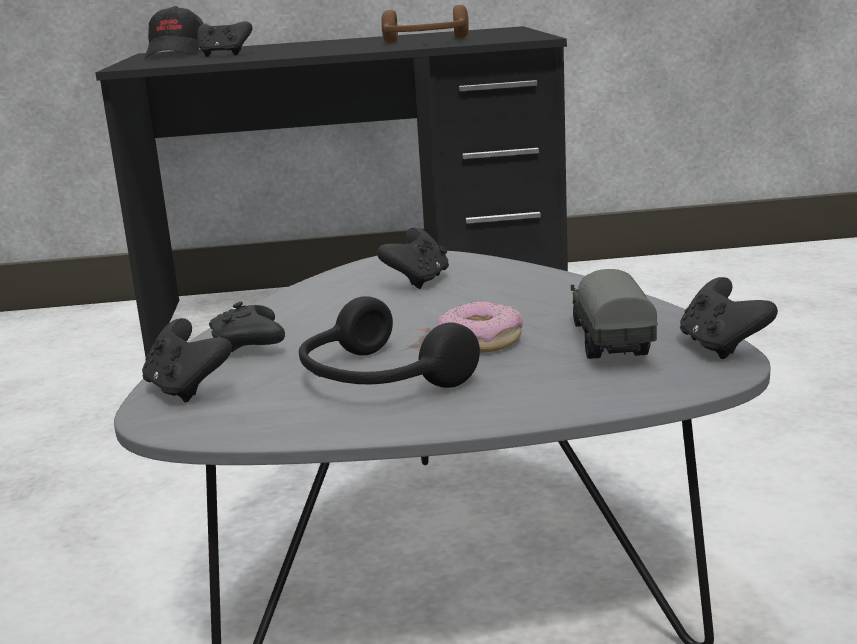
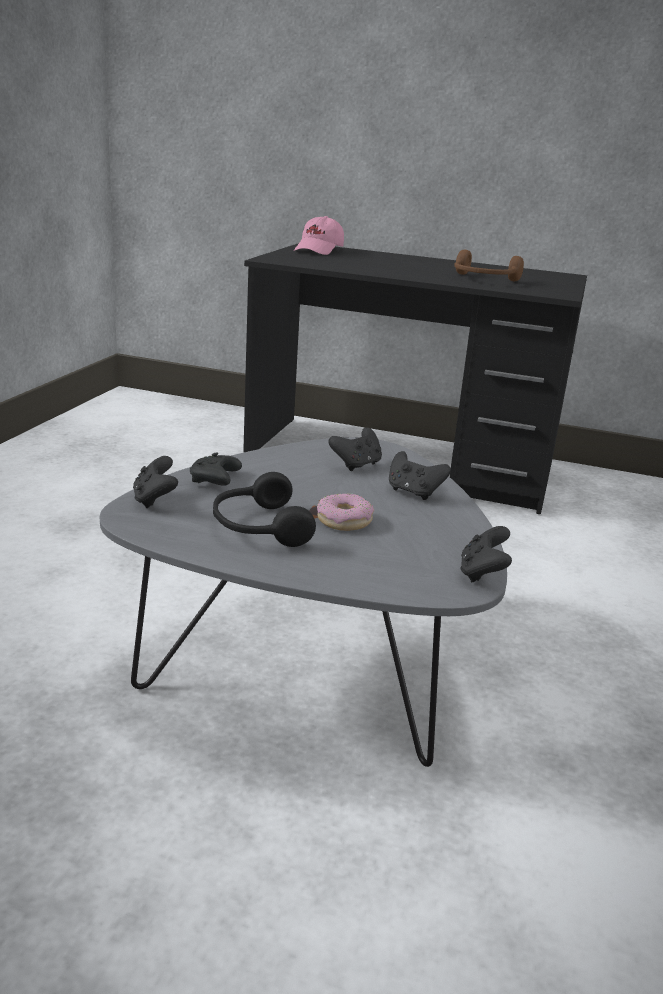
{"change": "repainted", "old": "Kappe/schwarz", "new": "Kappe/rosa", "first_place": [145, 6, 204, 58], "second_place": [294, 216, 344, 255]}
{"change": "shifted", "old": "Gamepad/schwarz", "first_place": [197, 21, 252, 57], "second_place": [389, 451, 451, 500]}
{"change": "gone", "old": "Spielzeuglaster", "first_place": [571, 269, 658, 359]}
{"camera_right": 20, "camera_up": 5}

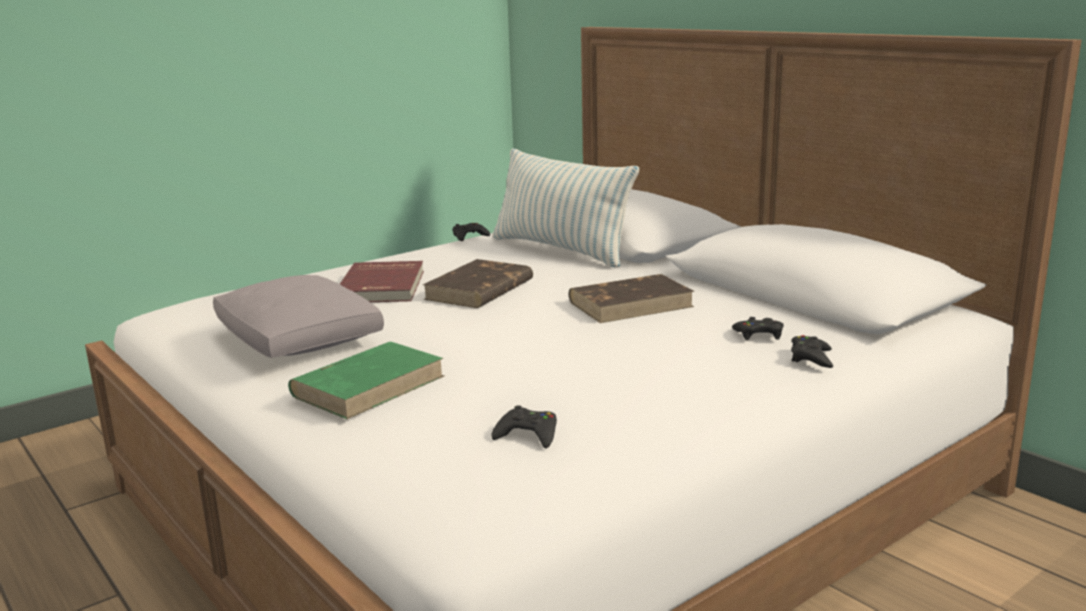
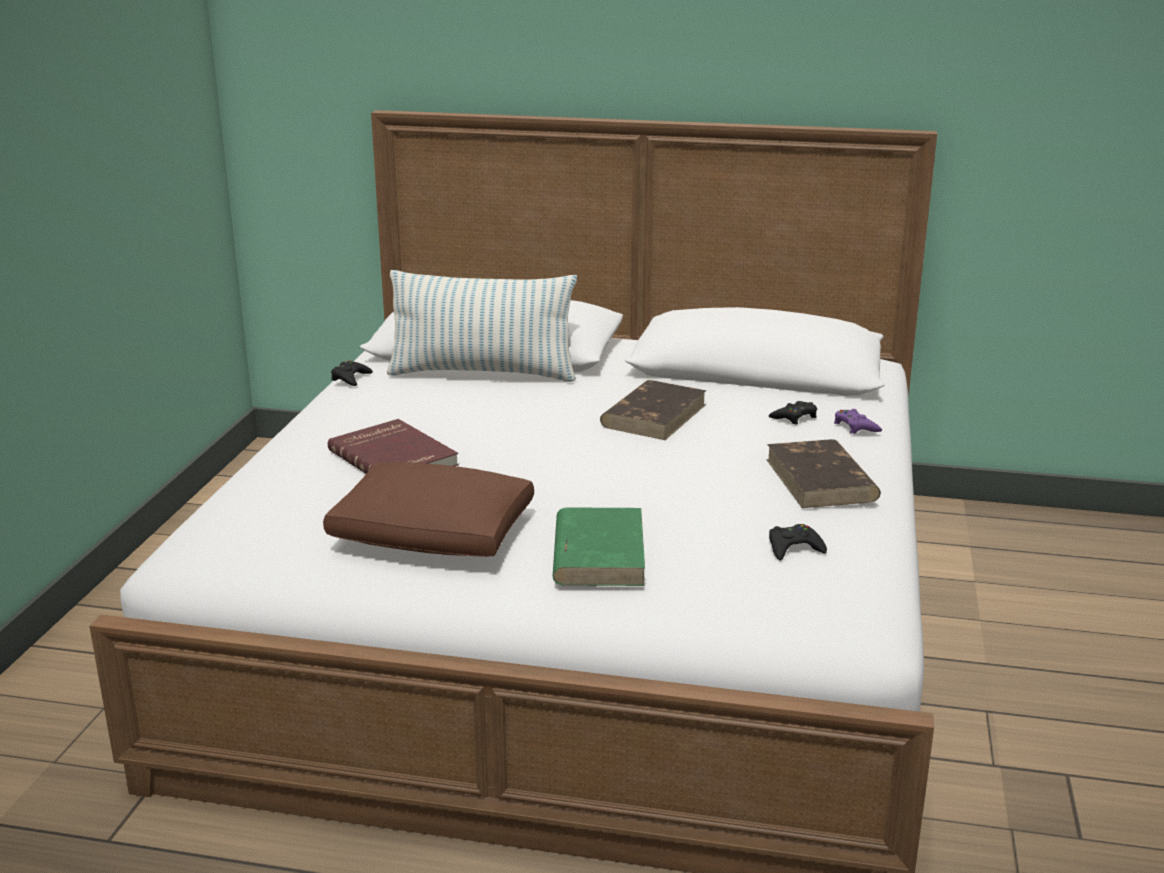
{"change": "shifted", "old": "Buch/braun", "first_place": [423, 259, 533, 308], "second_place": [766, 439, 881, 508]}
{"change": "repainted", "old": "Kissen/grau", "new": "Kissen/braun", "first_place": [213, 275, 384, 358], "second_place": [323, 462, 534, 557]}
{"change": "repainted", "old": "Gamepad/schwarz", "new": "Gamepad/lila", "first_place": [791, 335, 833, 368], "second_place": [834, 409, 882, 434]}
{"camera_right": -40, "camera_up": 5}

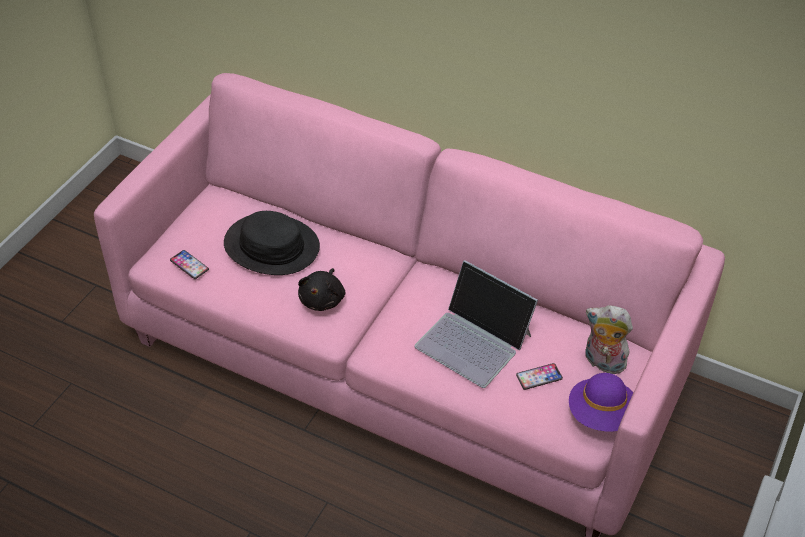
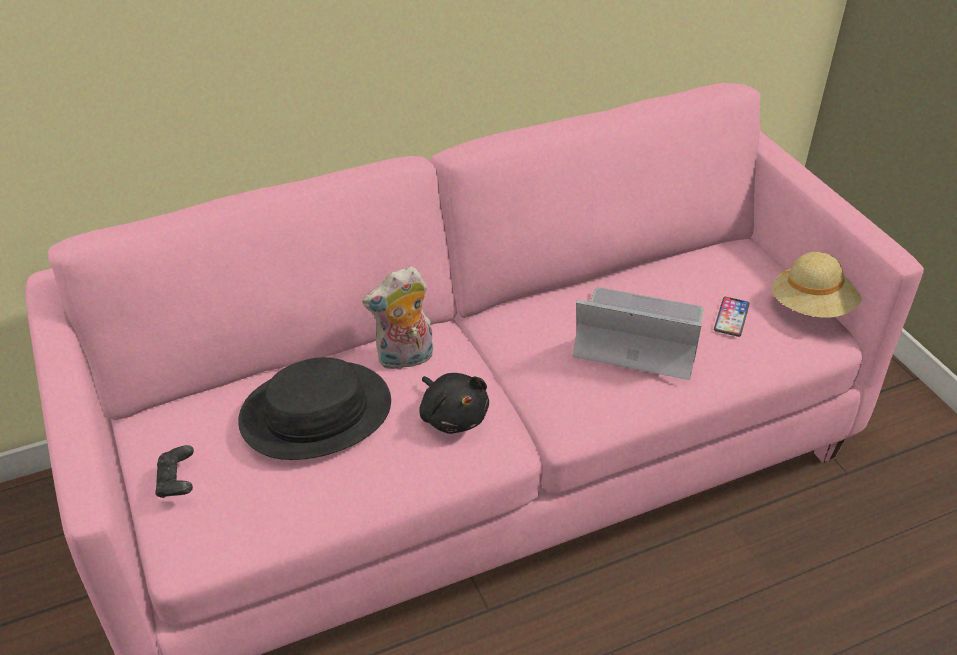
{"change": "gone", "old": "Handy", "first_place": [170, 250, 209, 279]}
{"change": "rotated", "old": "Laptop", "first_place": [414, 260, 538, 388], "second_place": [573, 287, 704, 380], "degrees": -150}
{"change": "shifted", "old": "Plüschtier", "first_place": [585, 305, 633, 374], "second_place": [363, 266, 433, 370]}
{"change": "repainted", "old": "Hut/lila", "new": "Hut/beige", "first_place": [569, 373, 633, 432], "second_place": [772, 252, 862, 318]}
{"change": "new", "new": "Gamepad/schwarz", "second_place": [155, 445, 194, 498]}
{"camera_right": -50, "camera_up": -5}

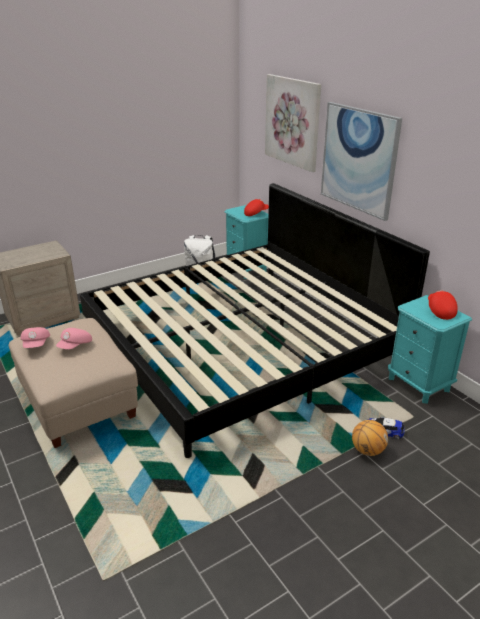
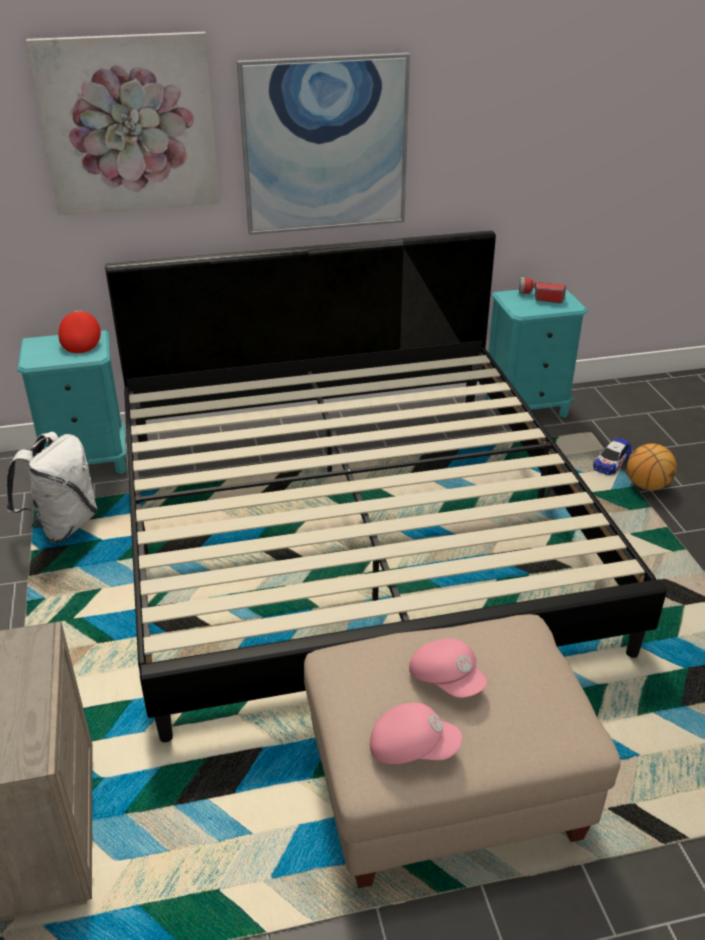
{"change": "swapped", "old": "Kappe/rot", "new": "Taschenlampe", "first_place": [428, 290, 458, 320], "second_place": [519, 277, 566, 304]}
{"camera_right": -70, "camera_up": 5}

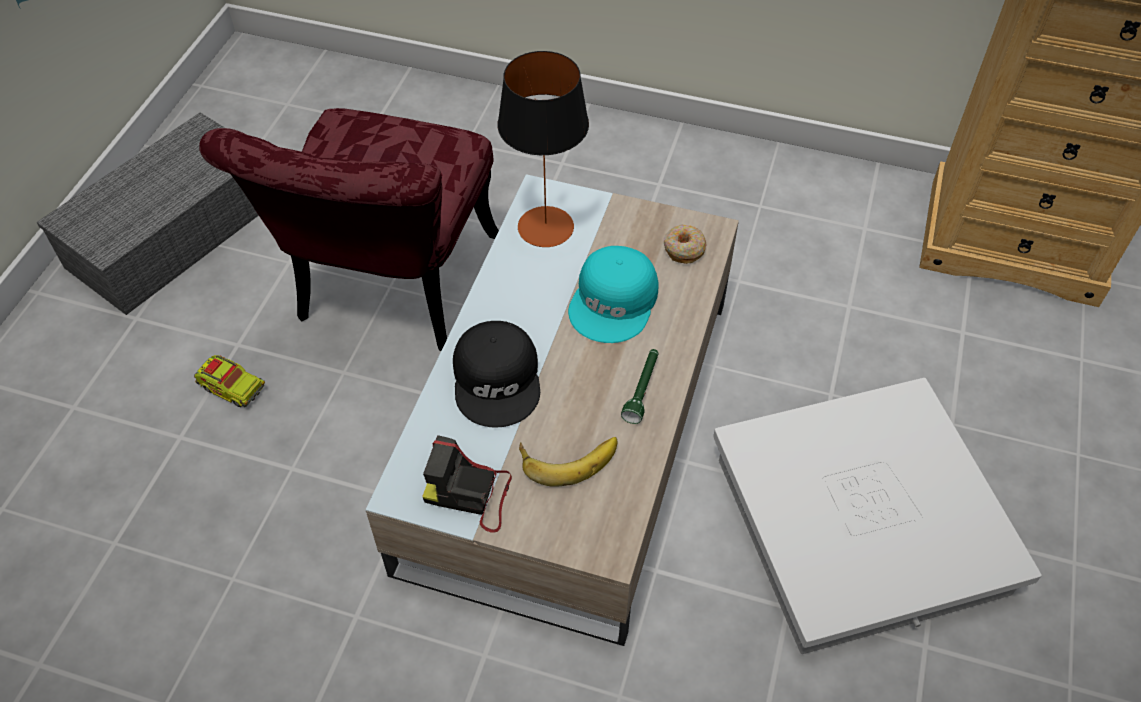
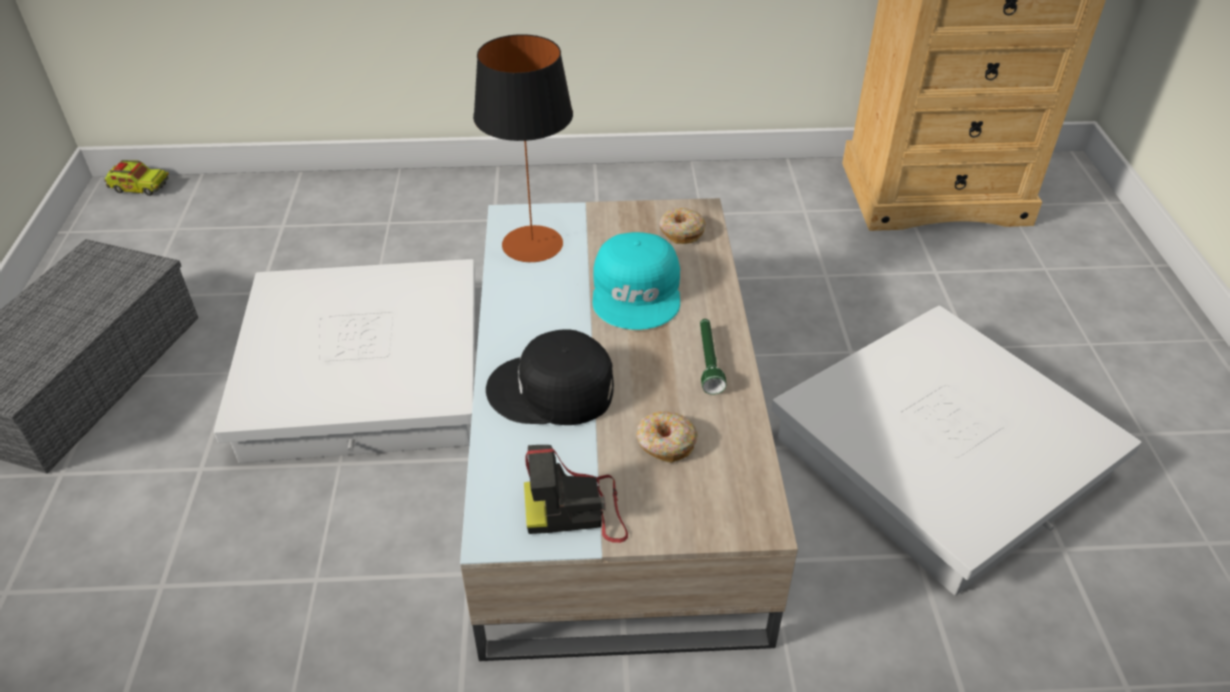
{"change": "swapped", "old": "Stuhl/rot", "new": "Aufbewahrungsbox/weiß", "first_place": [199, 108, 499, 351], "second_place": [214, 259, 475, 463]}
{"change": "rotated", "old": "Kappe/schwarz", "first_place": [453, 321, 540, 428], "second_place": [486, 329, 614, 425], "degrees": 120}
{"change": "shifted", "old": "Spielzeuglaster", "first_place": [194, 355, 265, 407], "second_place": [104, 160, 169, 196]}
{"change": "swapped", "old": "Banane", "new": "Donut", "first_place": [519, 437, 618, 487], "second_place": [637, 411, 698, 463]}
{"camera_right": -20, "camera_up": -10}

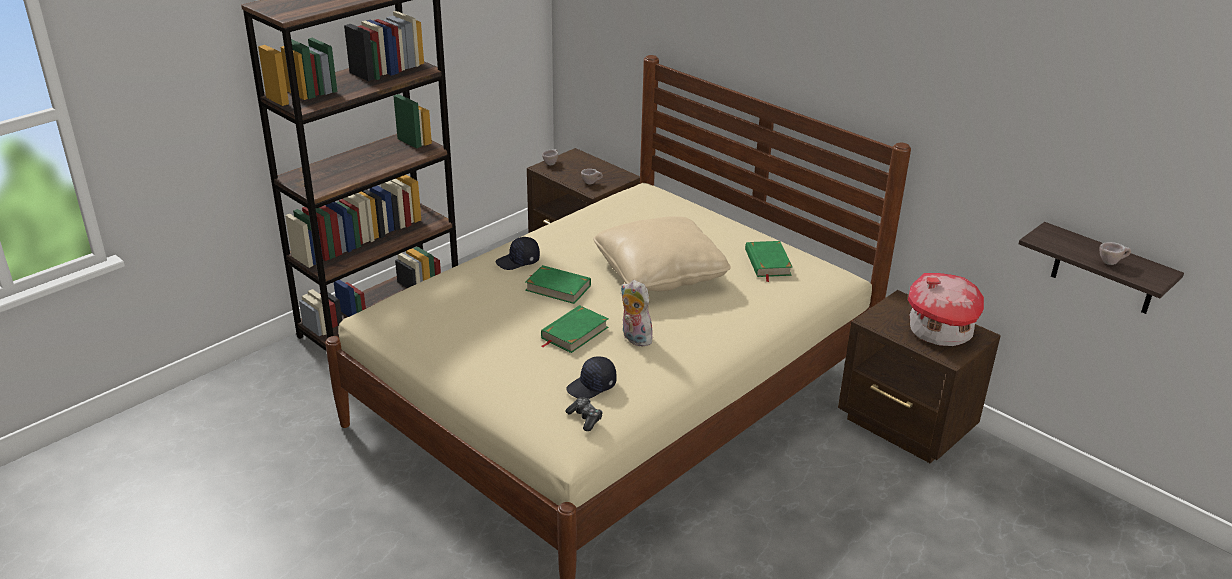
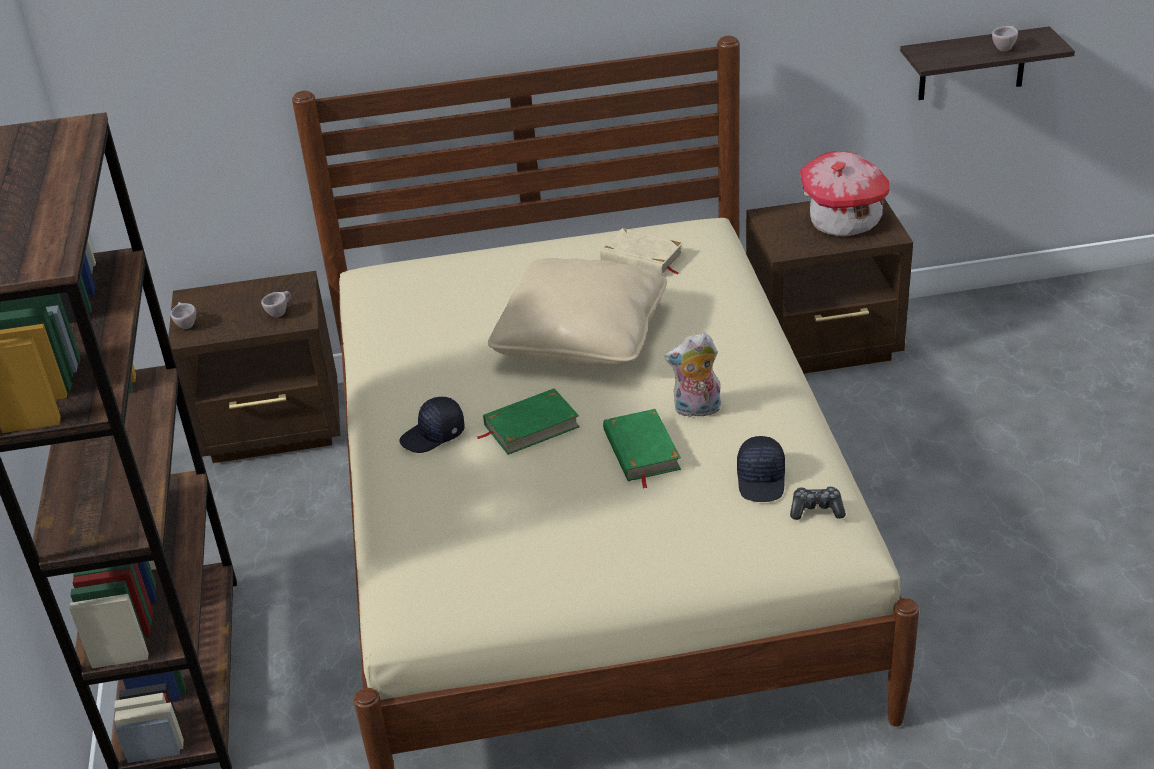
{"change": "rotated", "old": "Kappe/schwarz", "first_place": [496, 237, 540, 270], "second_place": [399, 397, 465, 453], "degrees": 45}
{"change": "repainted", "old": "Buch/grün", "new": "Buch/beige", "first_place": [745, 241, 793, 282], "second_place": [600, 228, 683, 276]}
{"camera_right": -50, "camera_up": 5}

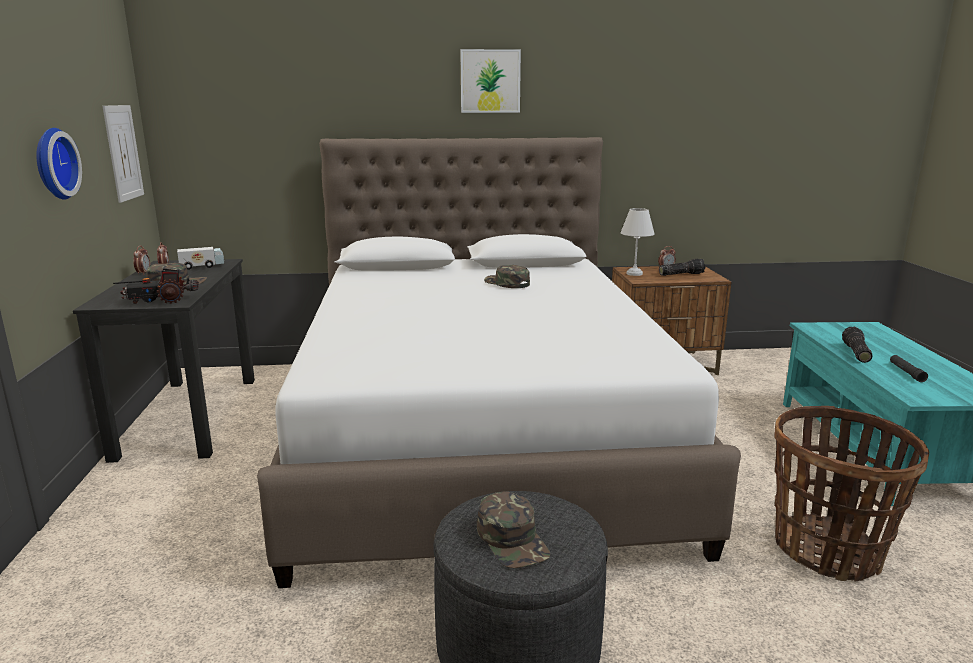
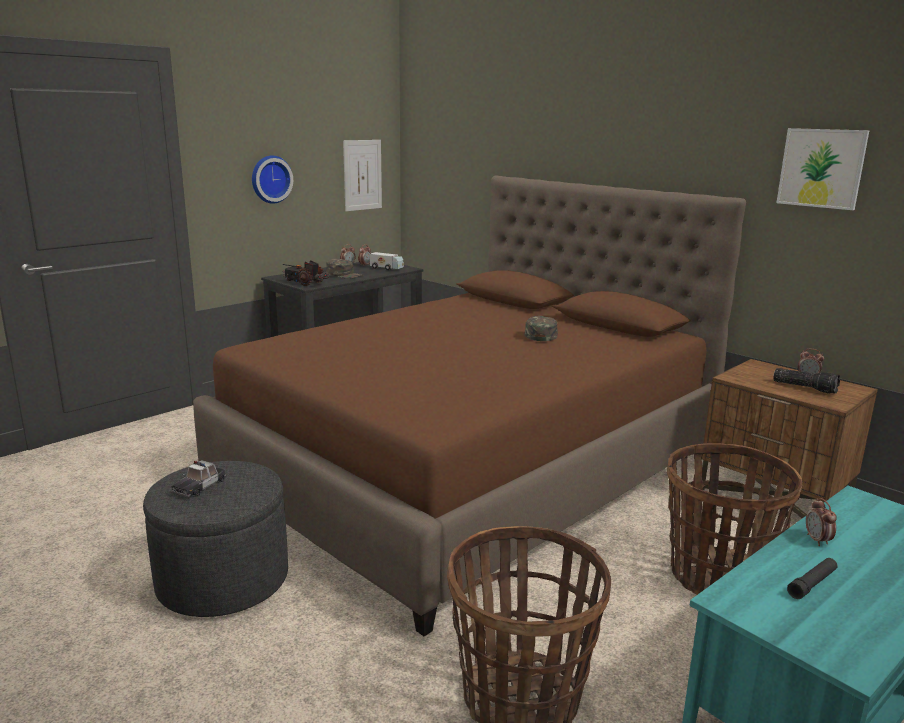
{"change": "shifted", "old": "Bild", "first_place": [460, 49, 521, 113], "second_place": [777, 128, 870, 210]}
{"change": "repainted", "old": "Bett/weiß", "new": "Bett/braun", "first_place": [257, 137, 741, 588], "second_place": [193, 176, 746, 636]}
{"change": "gone", "old": "Tischlampe/weiß", "first_place": [620, 208, 655, 276]}
{"change": "swapped", "old": "Taschenlampe", "new": "Wecker", "first_place": [842, 327, 872, 363], "second_place": [806, 498, 837, 546]}
{"change": "swapped", "old": "Kappe/grün", "new": "Spielzeugauto", "first_place": [477, 491, 550, 569], "second_place": [172, 460, 226, 498]}
{"change": "new", "new": "Korb", "second_place": [667, 443, 803, 595]}
{"camera_right": 50, "camera_up": 0}

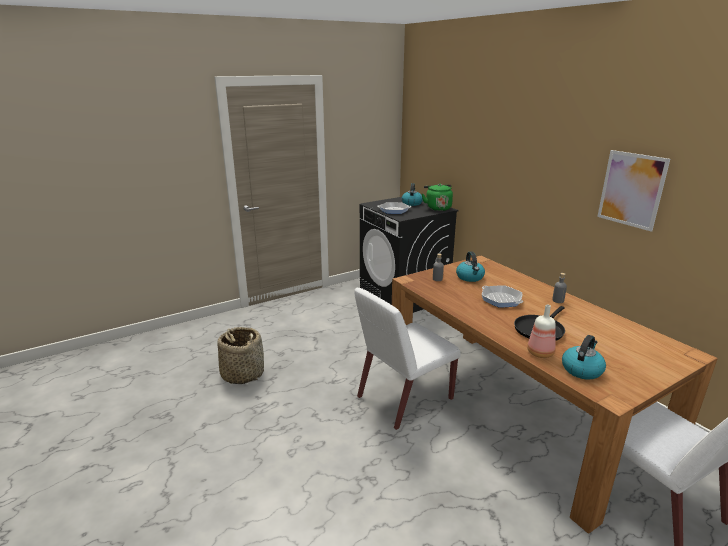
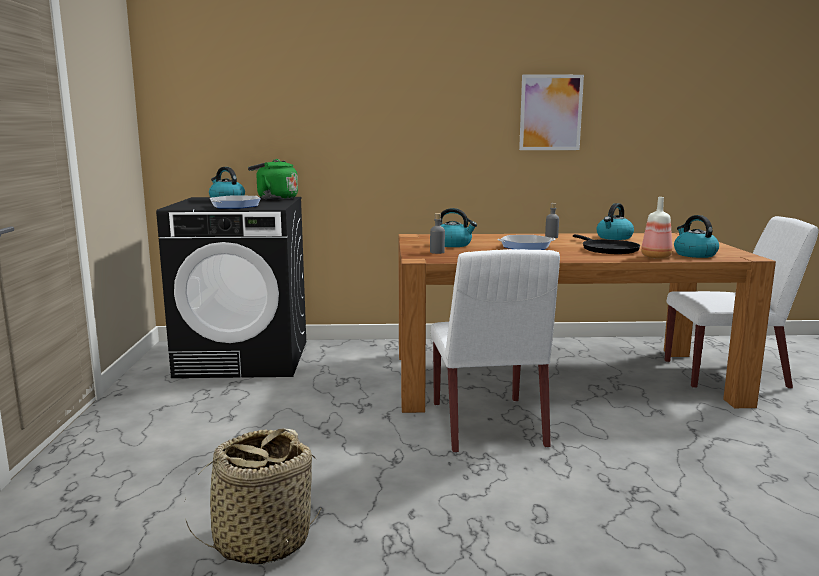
{"change": "new", "new": "Wasserkessel", "second_place": [596, 203, 634, 240]}
{"camera_right": -60, "camera_up": -10}

